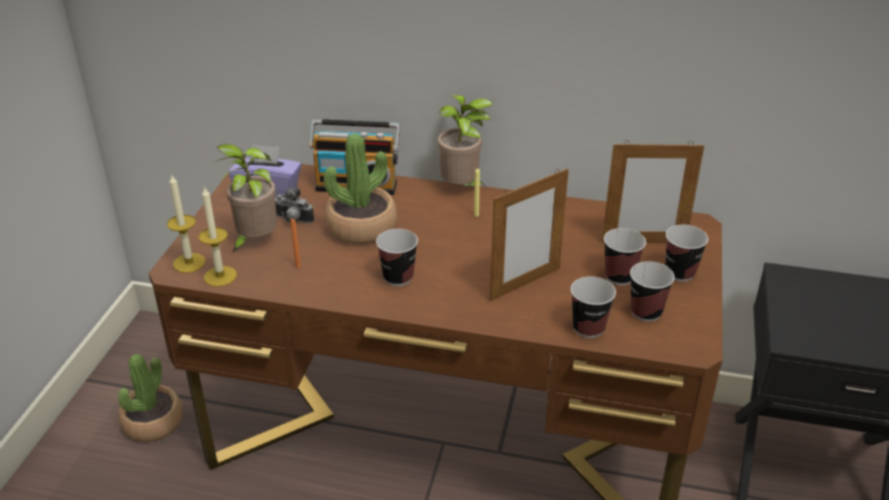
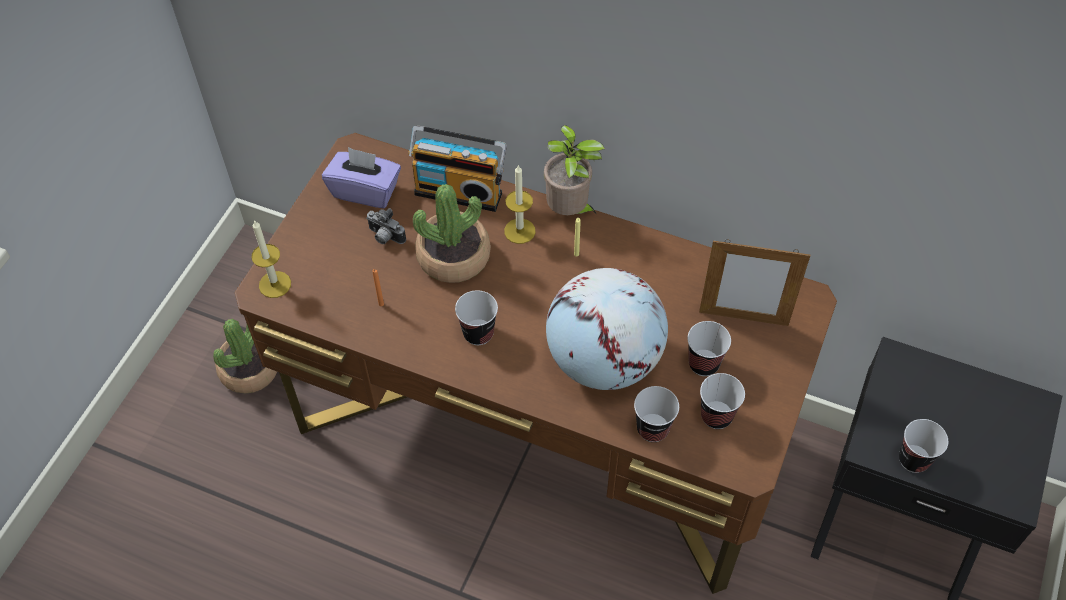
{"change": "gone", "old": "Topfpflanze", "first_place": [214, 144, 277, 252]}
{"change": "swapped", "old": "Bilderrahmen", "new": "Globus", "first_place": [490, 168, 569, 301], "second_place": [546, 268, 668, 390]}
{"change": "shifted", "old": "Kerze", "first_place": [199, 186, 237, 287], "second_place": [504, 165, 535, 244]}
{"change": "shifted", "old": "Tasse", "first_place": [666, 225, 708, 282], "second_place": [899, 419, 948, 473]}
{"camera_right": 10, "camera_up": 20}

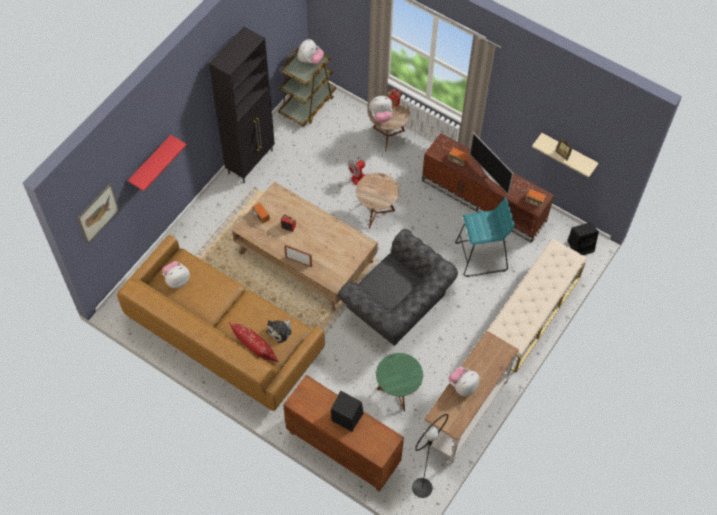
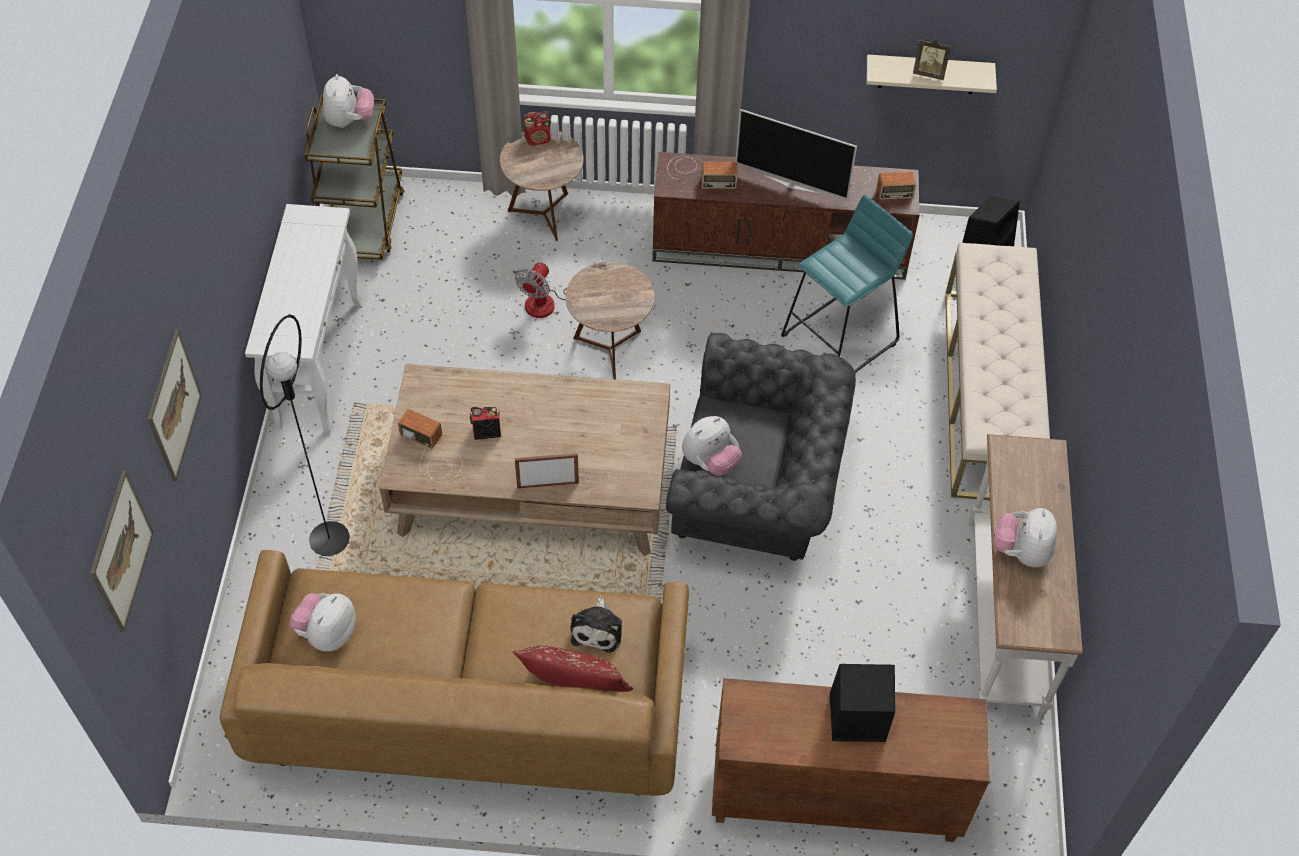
{"change": "swapped", "old": "Schrank/schwarz", "new": "Konsolentisch/weiß", "first_place": [209, 27, 275, 183], "second_place": [245, 204, 361, 433]}
{"change": "shifted", "old": "Plüschtier", "first_place": [369, 96, 393, 123], "second_place": [682, 416, 742, 476]}
{"change": "swapped", "old": "Wandregal/rot", "new": "Bild", "first_place": [128, 135, 187, 191], "second_place": [147, 329, 202, 482]}
{"change": "gone", "old": "Beistelltisch/grün", "first_place": [376, 353, 423, 412]}
{"change": "shifted", "old": "Stehlampe/schwarz", "first_place": [412, 414, 448, 498], "second_place": [260, 314, 350, 556]}
{"camera_right": -30, "camera_up": -5}

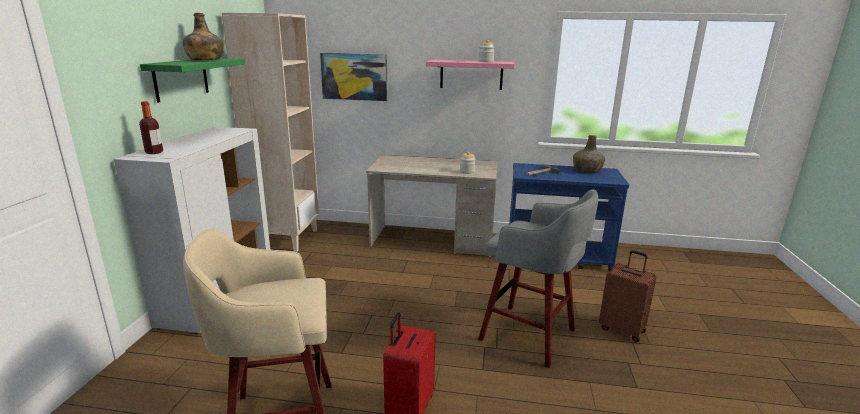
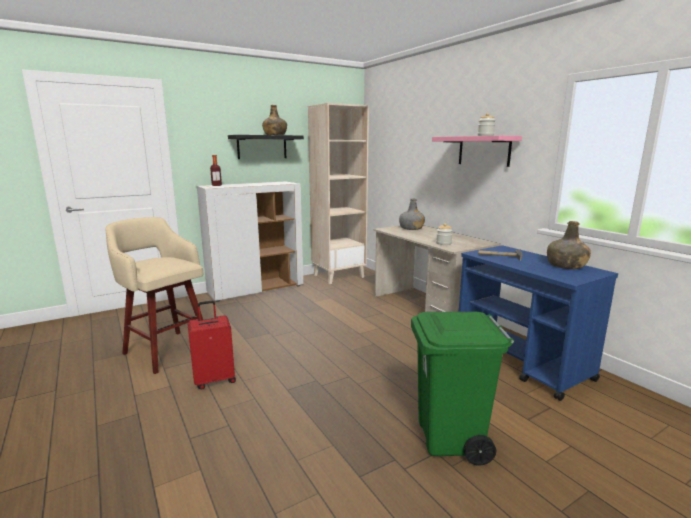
{"change": "gone", "old": "Bild", "first_place": [320, 53, 387, 101]}
{"change": "repainted", "old": "Wandregal/grün", "new": "Wandregal/schwarz", "first_place": [140, 58, 245, 103], "second_place": [228, 135, 304, 159]}
{"change": "gone", "old": "Hocker/grau", "first_place": [478, 189, 598, 368]}
{"change": "swapped", "old": "Koffer/braun", "new": "Mülleimer/grün", "first_place": [599, 250, 657, 342], "second_place": [411, 312, 514, 466]}
{"change": "new", "new": "Flasche/grau", "second_place": [399, 198, 425, 230]}
{"camera_right": 50, "camera_up": -5}

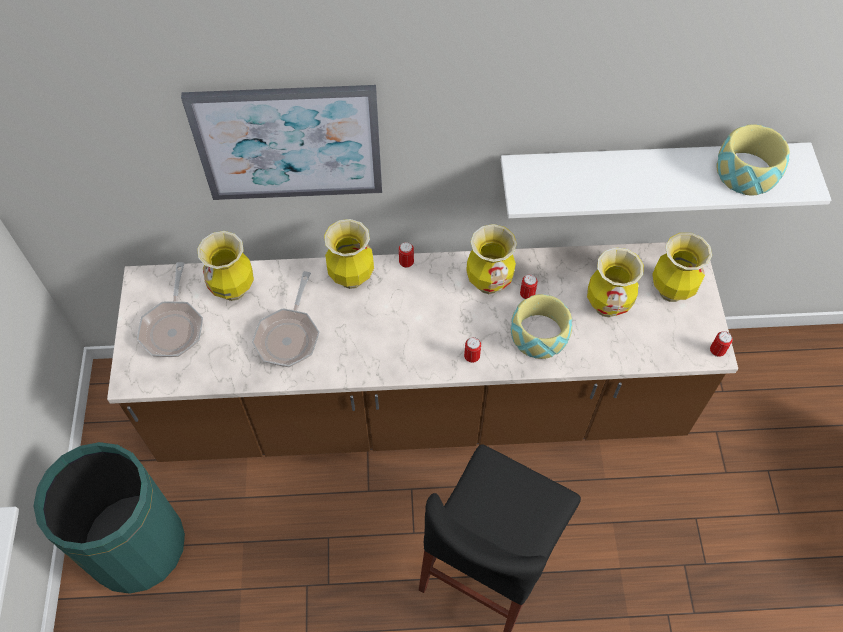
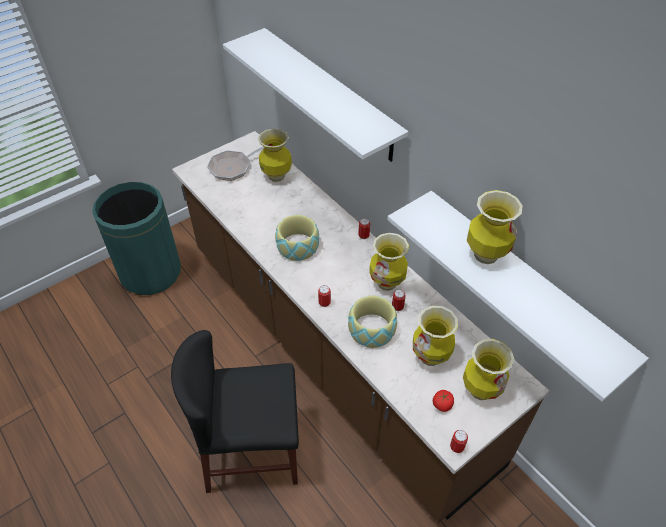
{"change": "swapped", "old": "Bild", "new": "Wandregal/weiß", "first_place": [181, 85, 382, 200], "second_place": [223, 28, 408, 162]}
{"change": "shifted", "old": "Schüssel", "first_place": [716, 124, 790, 195], "second_place": [275, 215, 319, 261]}
{"change": "shifted", "old": "Vase", "first_place": [324, 219, 374, 289], "second_place": [467, 190, 523, 264]}
{"change": "gone", "old": "Pfanne", "first_place": [252, 271, 319, 367]}
{"change": "new", "new": "Tomate", "second_place": [433, 390, 454, 412]}
{"camera_right": 55, "camera_up": -10}

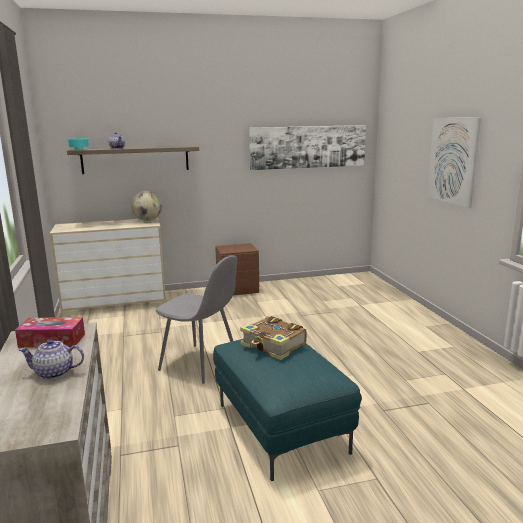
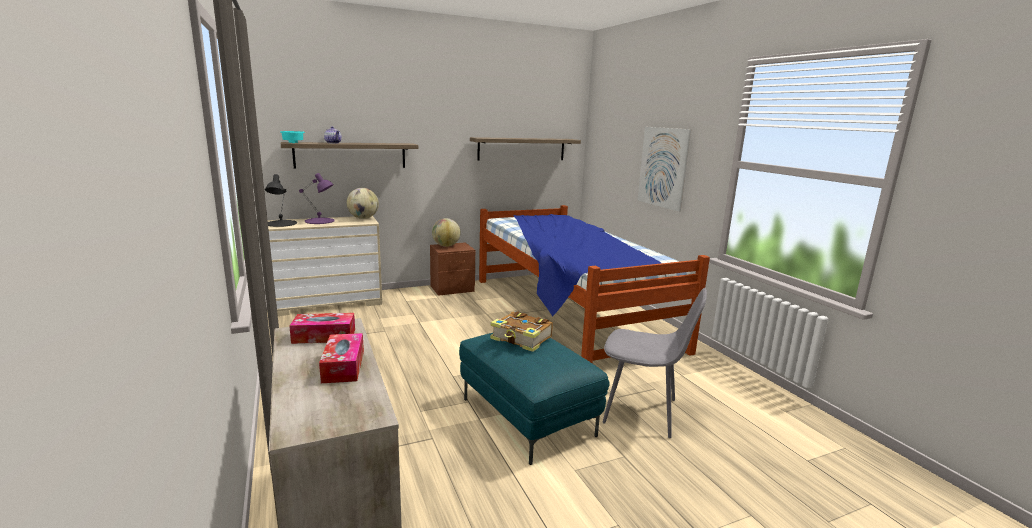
{"change": "swapped", "old": "Bild", "new": "Wandregal", "first_place": [249, 125, 366, 170], "second_place": [470, 137, 581, 161]}
{"change": "shifted", "old": "Stuhl/grau", "first_place": [156, 255, 237, 384], "second_place": [603, 288, 707, 438]}
{"change": "swapped", "old": "Teekanne", "new": "Taschentuchbox", "first_place": [19, 339, 84, 379], "second_place": [319, 333, 364, 383]}
{"change": "new", "new": "Tischlampe/lila", "second_place": [299, 173, 335, 224]}
{"change": "new", "new": "Tischlampe/schwarz", "second_place": [265, 174, 297, 227]}
{"change": "new", "new": "Bett", "second_place": [479, 205, 710, 363]}
{"change": "new", "new": "Globus", "second_place": [432, 218, 461, 247]}
{"camera_right": -10, "camera_up": 0}

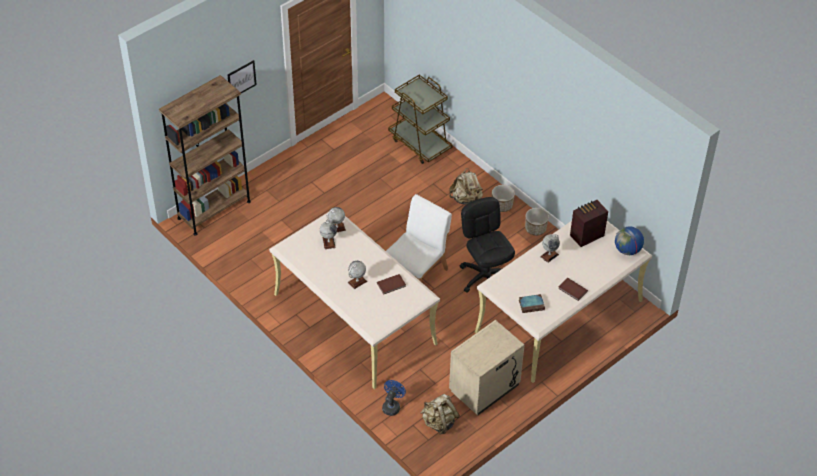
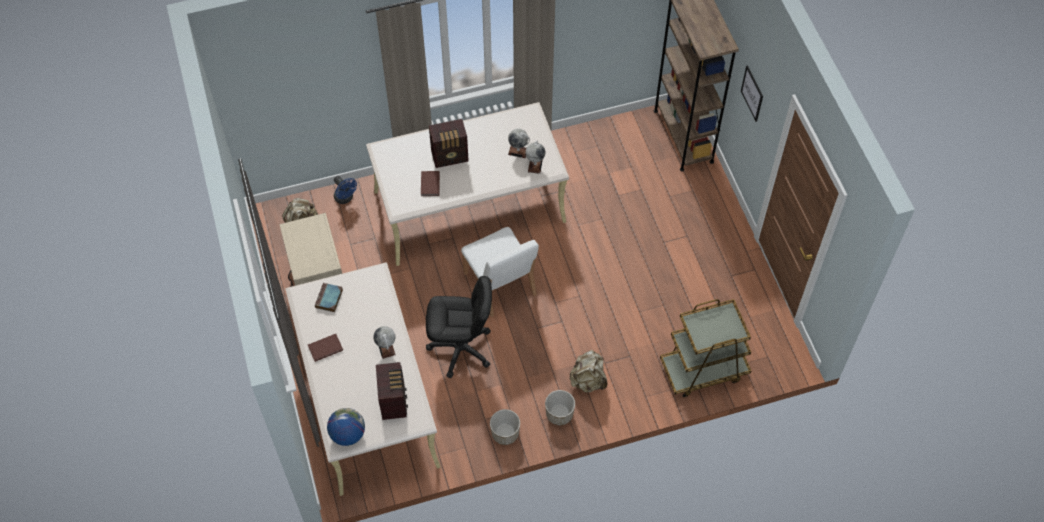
{"change": "swapped", "old": "Globus", "new": "Radio", "first_place": [348, 261, 367, 289], "second_place": [429, 119, 469, 168]}
{"camera_right": 115, "camera_up": 10}

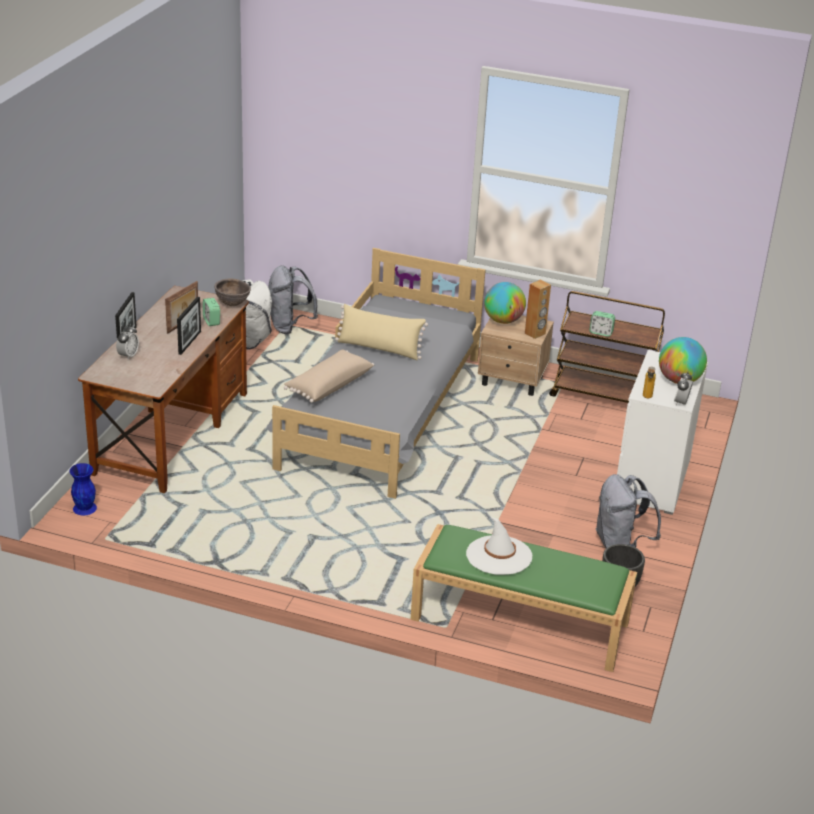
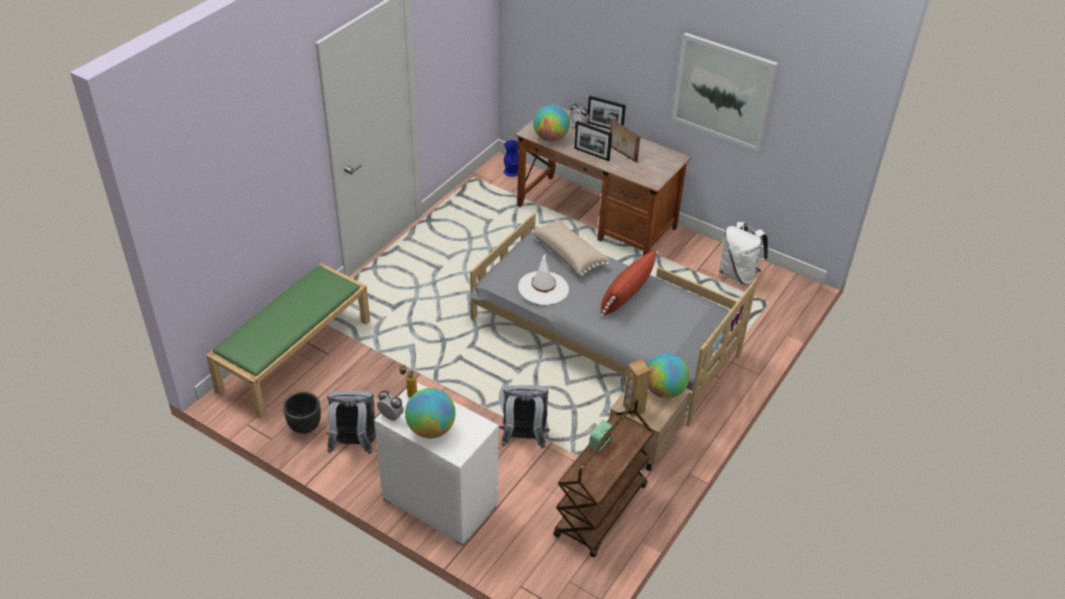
{"change": "shifted", "old": "Rucksack/grau", "first_place": [269, 265, 318, 334], "second_place": [499, 385, 550, 448]}
{"change": "gone", "old": "Schüssel/braun", "first_place": [214, 278, 251, 306]}
{"change": "gone", "old": "Wecker", "first_place": [203, 298, 220, 326]}
{"change": "repainted", "old": "Kissen/beige", "new": "Kissen/rot", "first_place": [335, 304, 428, 360], "second_place": [600, 250, 658, 317]}
{"change": "shifted", "old": "Hut/weiß", "first_place": [466, 517, 532, 575], "second_place": [518, 253, 569, 305]}
{"change": "new", "new": "Bild", "second_place": [672, 32, 778, 151]}
{"change": "new", "new": "Globus", "second_place": [533, 104, 570, 142]}
{"camera_right": 105, "camera_up": 10}

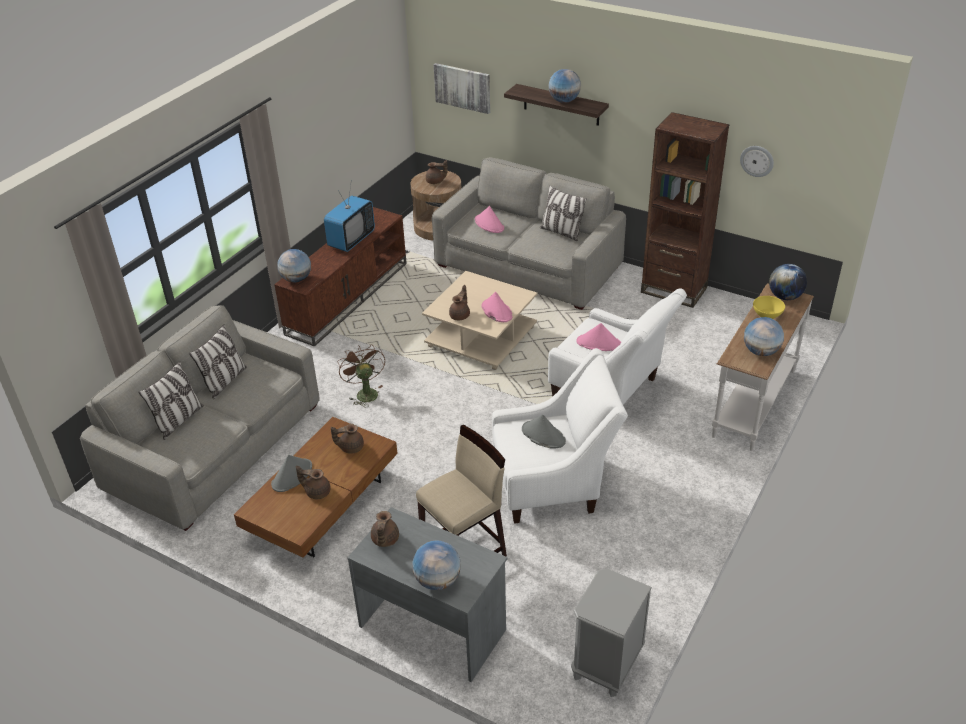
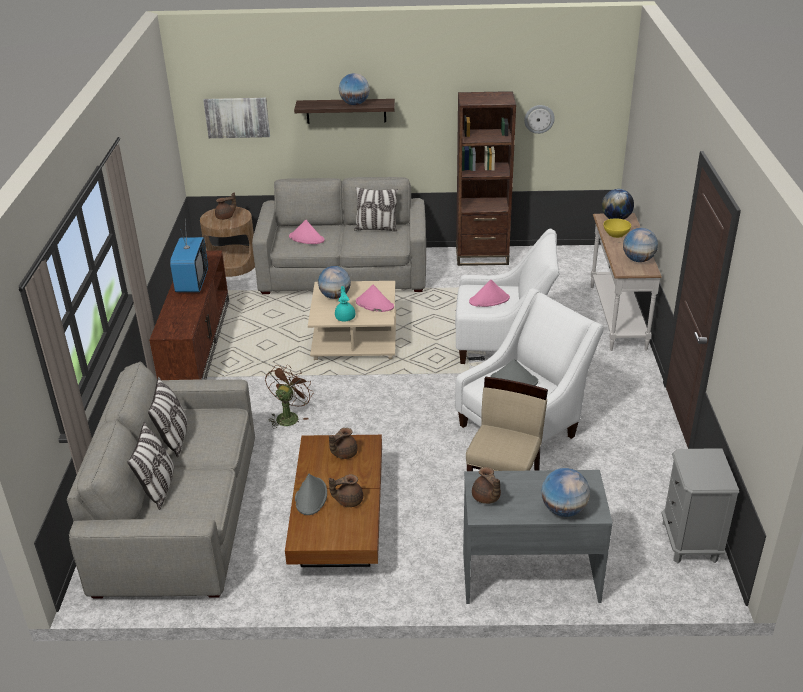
{"change": "shifted", "old": "Globus", "first_place": [277, 249, 311, 282], "second_place": [318, 266, 351, 299]}
{"change": "repainted", "old": "Teekanne/braun", "new": "Teekanne/türkis", "first_place": [449, 285, 470, 320], "second_place": [335, 286, 355, 322]}
{"change": "rotated", "old": "Ventilator/braun", "first_place": [338, 345, 385, 407], "second_place": [265, 365, 314, 429], "degrees": 75}
{"camera_right": -30, "camera_up": -5}

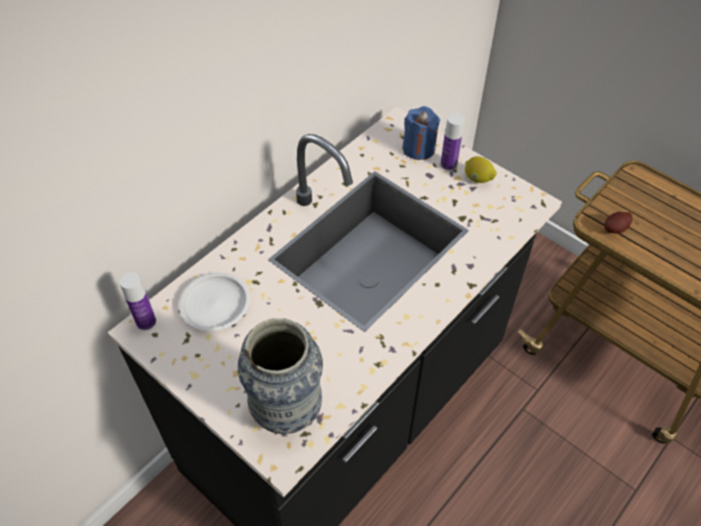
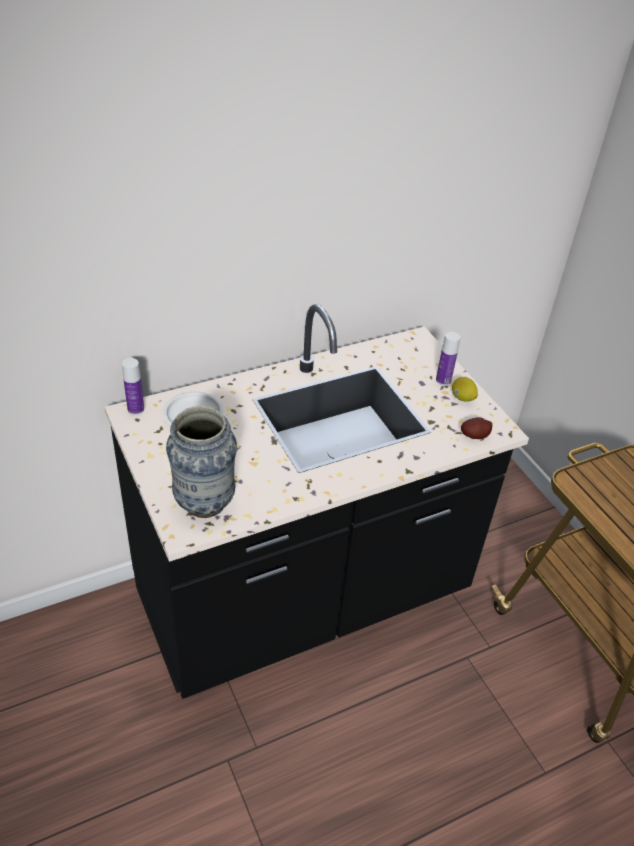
{"change": "gone", "old": "Kerze/blau", "first_place": [402, 106, 440, 160]}
{"change": "shifted", "old": "Kartoffel", "first_place": [604, 212, 633, 234], "second_place": [461, 417, 492, 439]}
{"camera_right": 20, "camera_up": -10}

